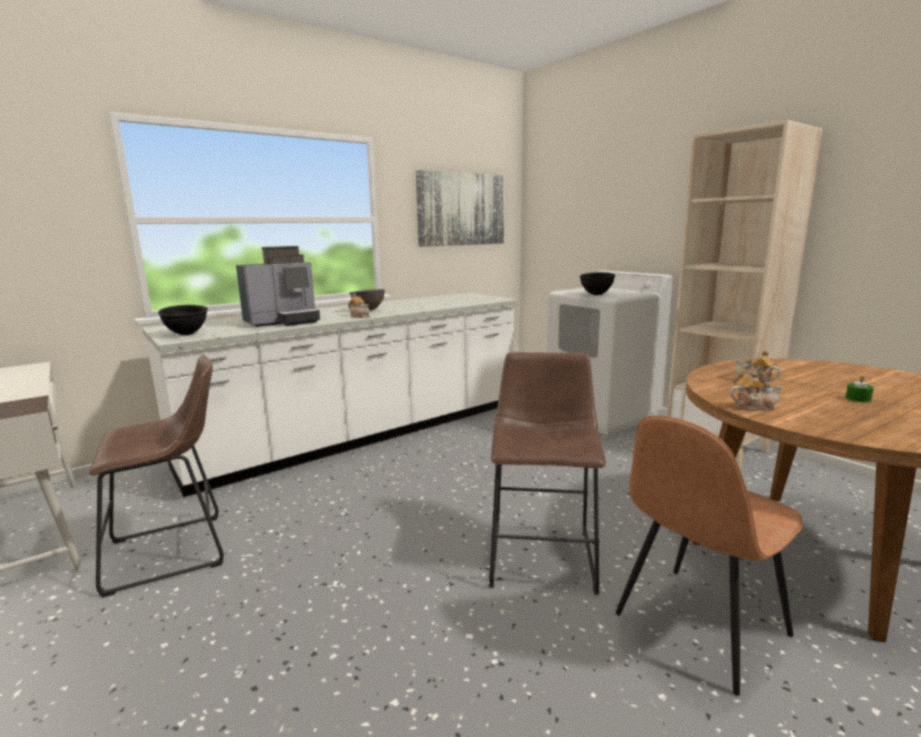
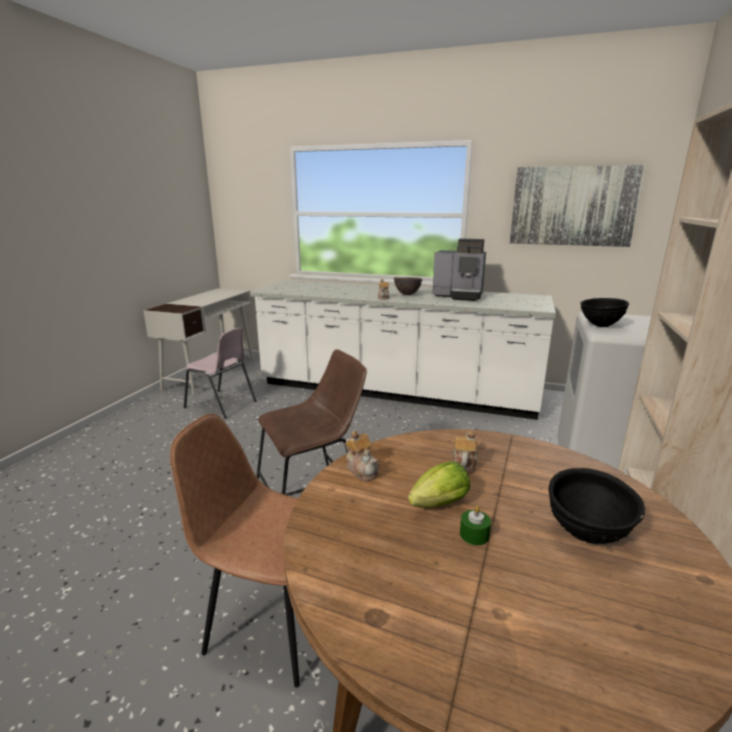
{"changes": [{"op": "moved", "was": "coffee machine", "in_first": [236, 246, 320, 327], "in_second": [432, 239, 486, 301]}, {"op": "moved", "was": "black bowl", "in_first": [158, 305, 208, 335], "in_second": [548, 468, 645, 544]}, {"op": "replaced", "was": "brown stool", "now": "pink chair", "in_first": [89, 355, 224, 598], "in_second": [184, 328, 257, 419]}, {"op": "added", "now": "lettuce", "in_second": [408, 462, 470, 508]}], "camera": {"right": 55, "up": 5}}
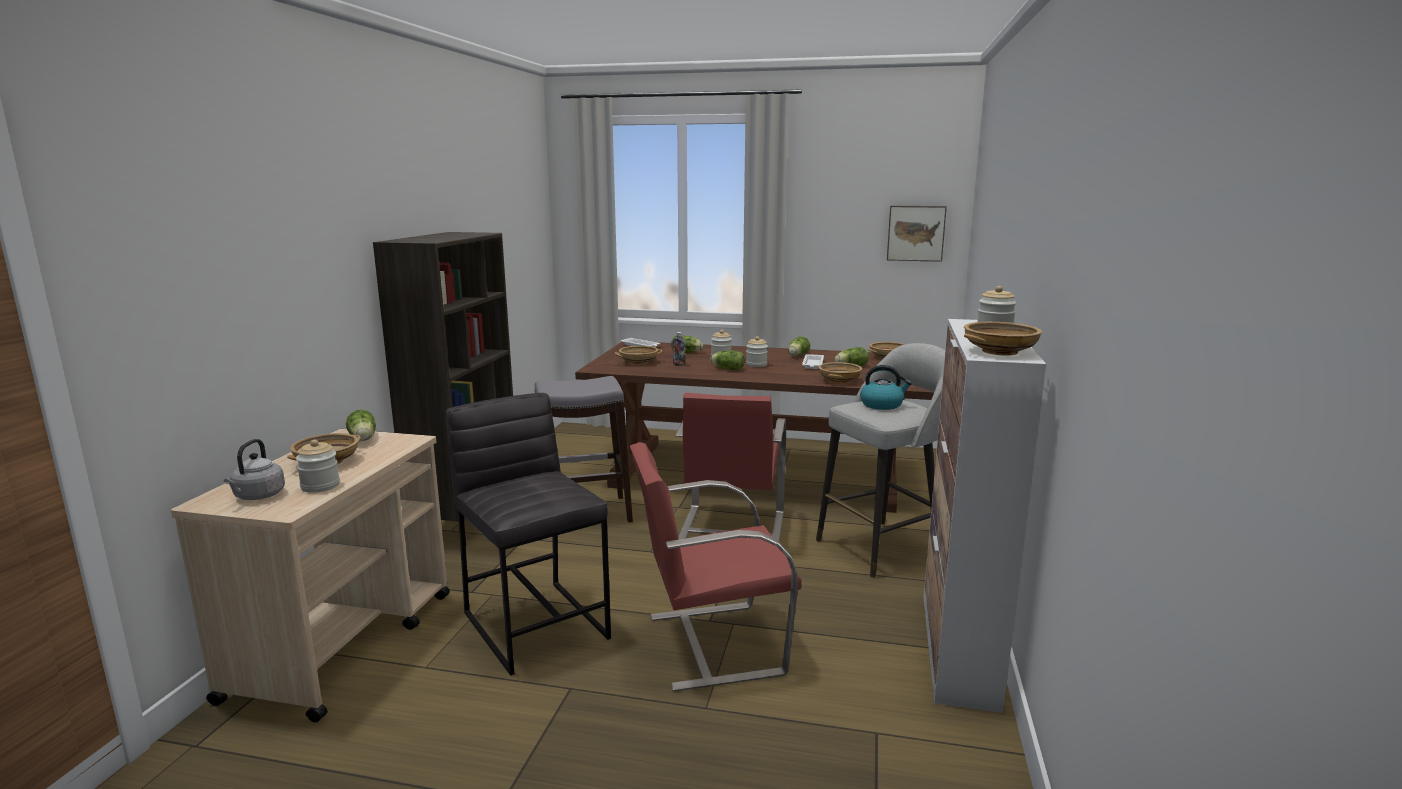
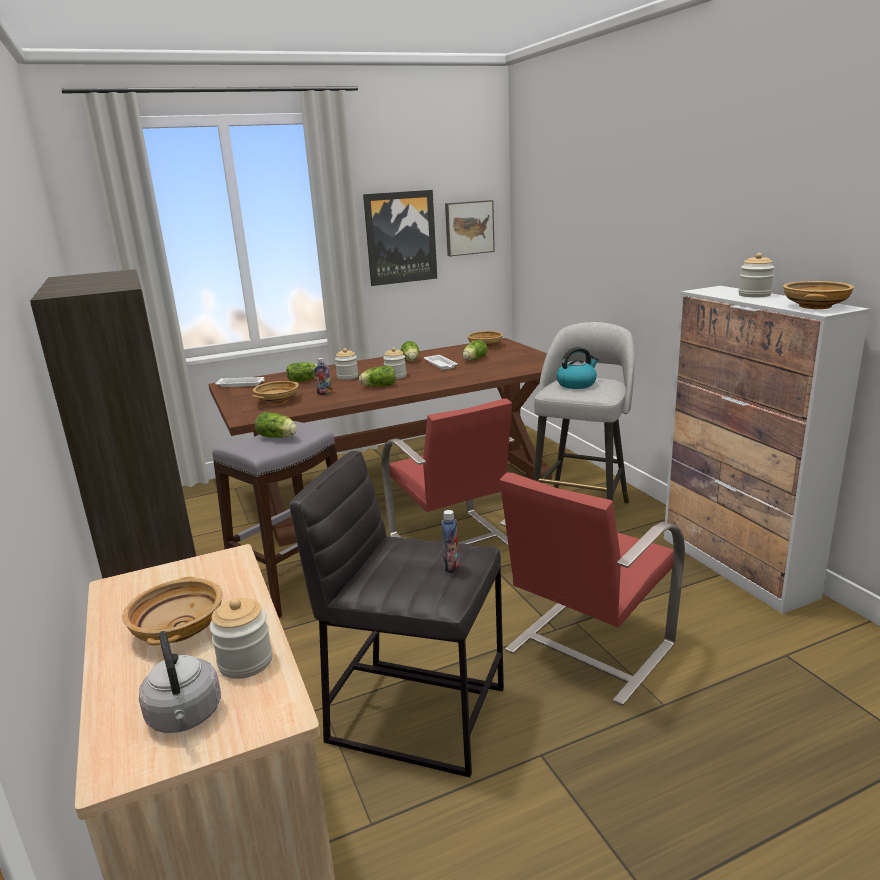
{"changes": [{"op": "removed", "was": "beige bowl", "in_first": [818, 362, 862, 384]}, {"op": "moved", "was": "lettuce", "in_first": [346, 410, 376, 441], "in_second": [255, 412, 297, 438]}, {"op": "added", "now": "picture", "in_second": [363, 190, 437, 286]}, {"op": "added", "now": "bottle", "in_second": [442, 510, 459, 573]}], "camera": {"right": -35, "up": 5}}
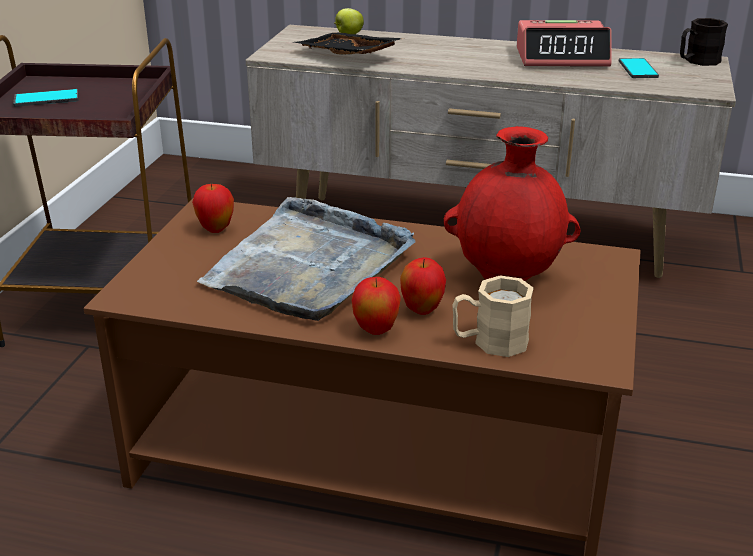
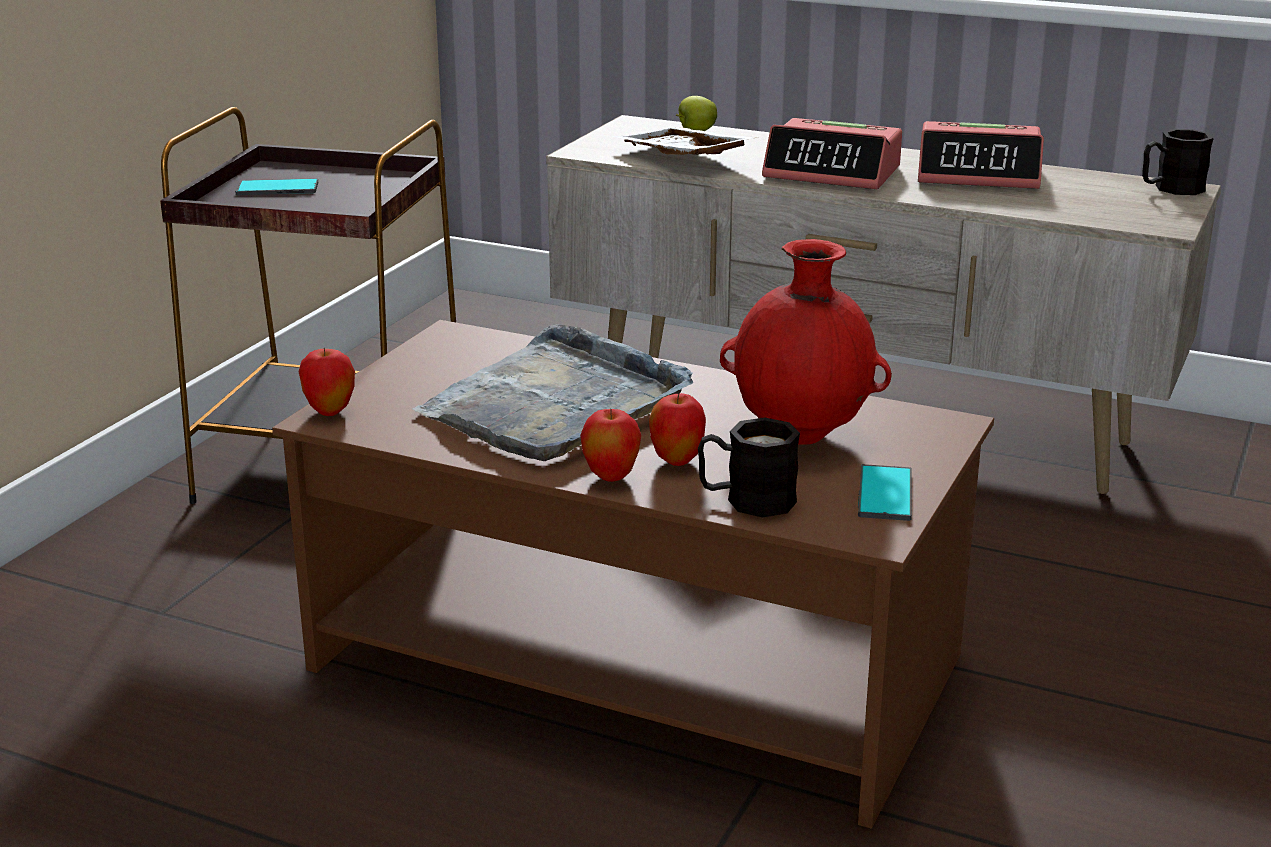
{"changes": [{"op": "recoloured", "was": "black tray", "now": "white tray", "in_first": [294, 32, 405, 54], "in_second": [612, 127, 758, 155]}, {"op": "moved", "was": "phone", "in_first": [619, 58, 659, 78], "in_second": [858, 464, 912, 521]}, {"op": "moved", "was": "apple", "in_first": [192, 183, 234, 233], "in_second": [298, 347, 355, 416]}, {"op": "recoloured", "was": "beige mug", "now": "black mug", "in_first": [452, 276, 534, 357], "in_second": [698, 417, 800, 517]}, {"op": "added", "now": "alarm clock", "in_second": [762, 118, 902, 189]}], "camera": {"right": 10, "up": -5}}
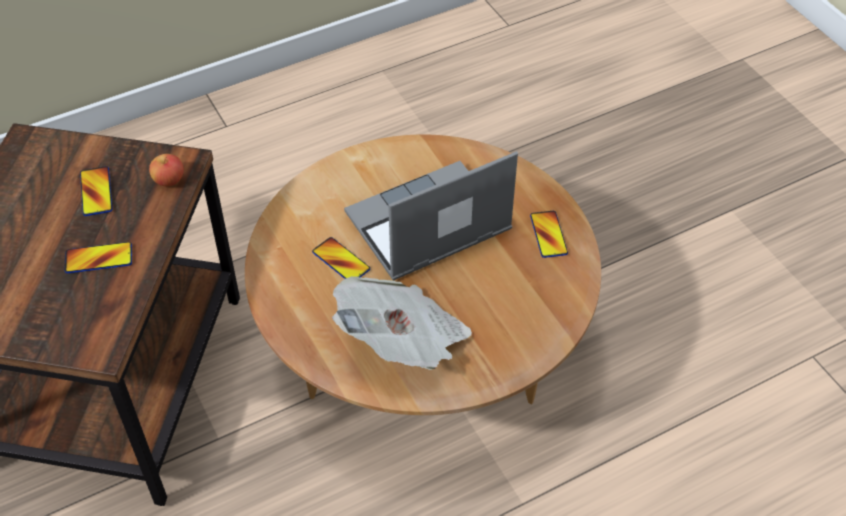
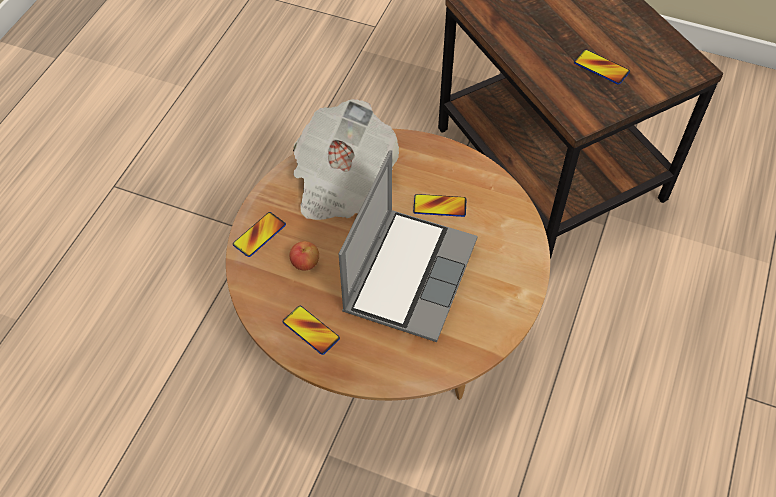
{"changes": [{"op": "moved", "was": "apple", "in_first": [149, 154, 184, 186], "in_second": [289, 241, 319, 270]}, {"op": "moved", "was": "phone", "in_first": [65, 242, 132, 273], "in_second": [233, 212, 286, 257]}], "camera": {"right": 140, "up": 5}}
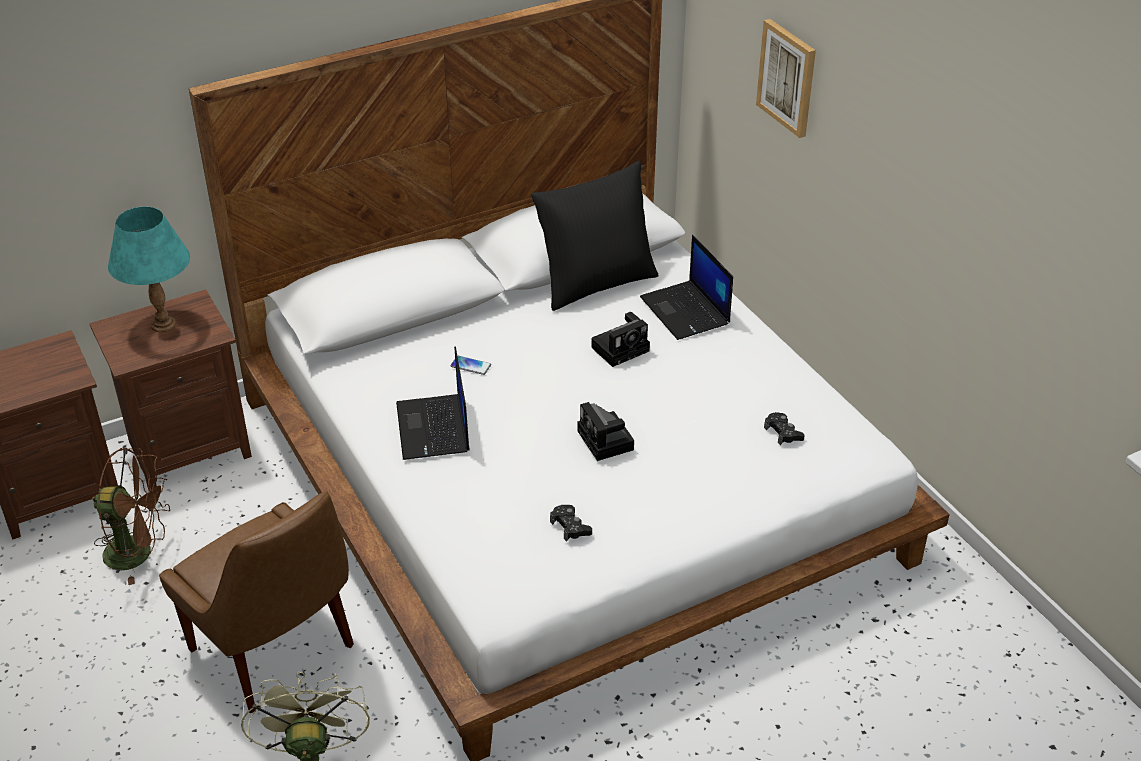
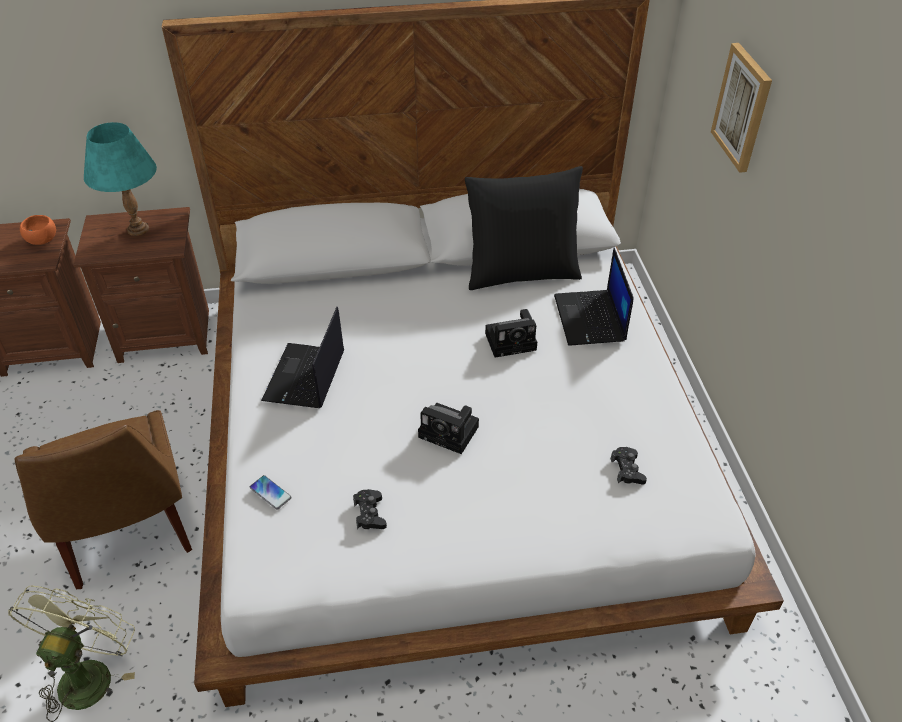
{"changes": [{"op": "moved", "was": "phone", "in_first": [450, 356, 491, 375], "in_second": [250, 475, 292, 510]}, {"op": "turned", "was": "photo camera", "in_first": [577, 402, 634, 461], "in_second": [418, 403, 479, 454], "clockwise": -60}, {"op": "removed", "was": "brown fan", "in_first": [92, 448, 170, 585]}, {"op": "added", "now": "orange bowl", "in_second": [20, 215, 56, 245]}], "camera": {"right": 20, "up": 5}}
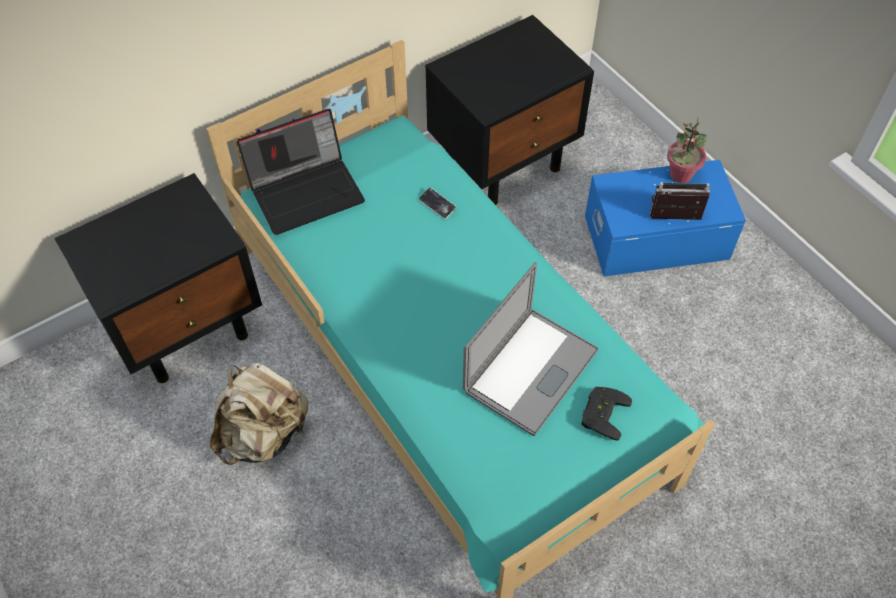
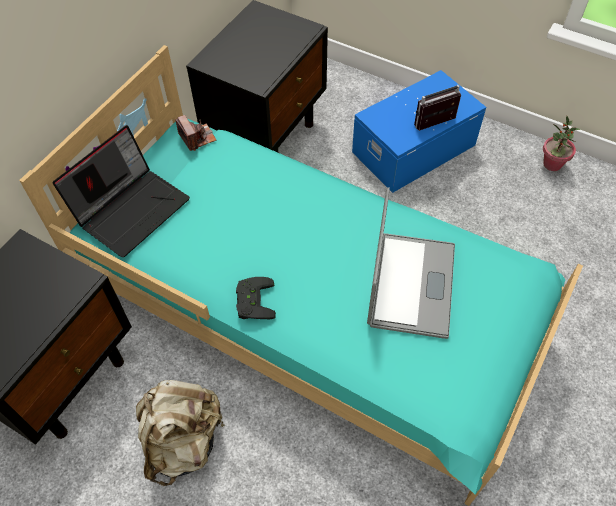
{"changes": [{"op": "moved", "was": "potted plant", "in_first": [667, 117, 707, 183], "in_second": [543, 116, 580, 171]}, {"op": "removed", "was": "phone", "in_first": [419, 187, 456, 219]}, {"op": "moved", "was": "black game controller", "in_first": [581, 387, 632, 441], "in_second": [236, 277, 276, 320]}, {"op": "added", "now": "photo camera", "in_second": [175, 115, 216, 151]}], "camera": {"right": -25, "up": 0}}
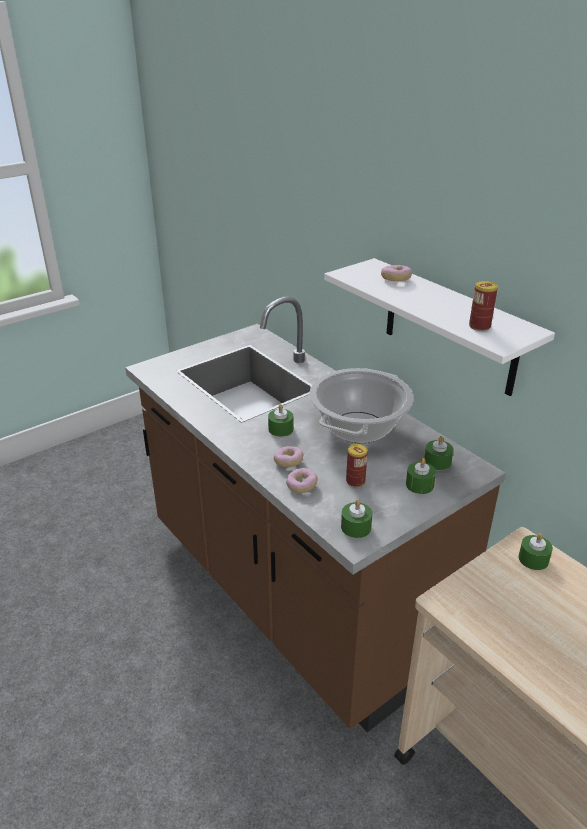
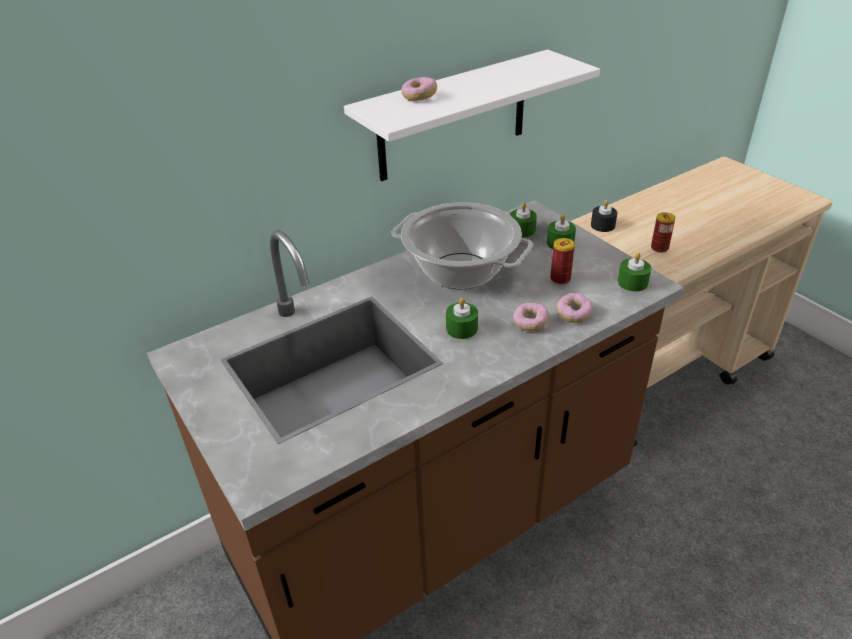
{"changes": [{"op": "moved", "was": "can", "in_first": [469, 281, 498, 331], "in_second": [651, 212, 675, 253]}, {"op": "recoloured", "was": "green candle", "now": "black candle", "in_first": [518, 533, 553, 570], "in_second": [591, 200, 617, 232]}], "camera": {"right": -85, "up": 5}}
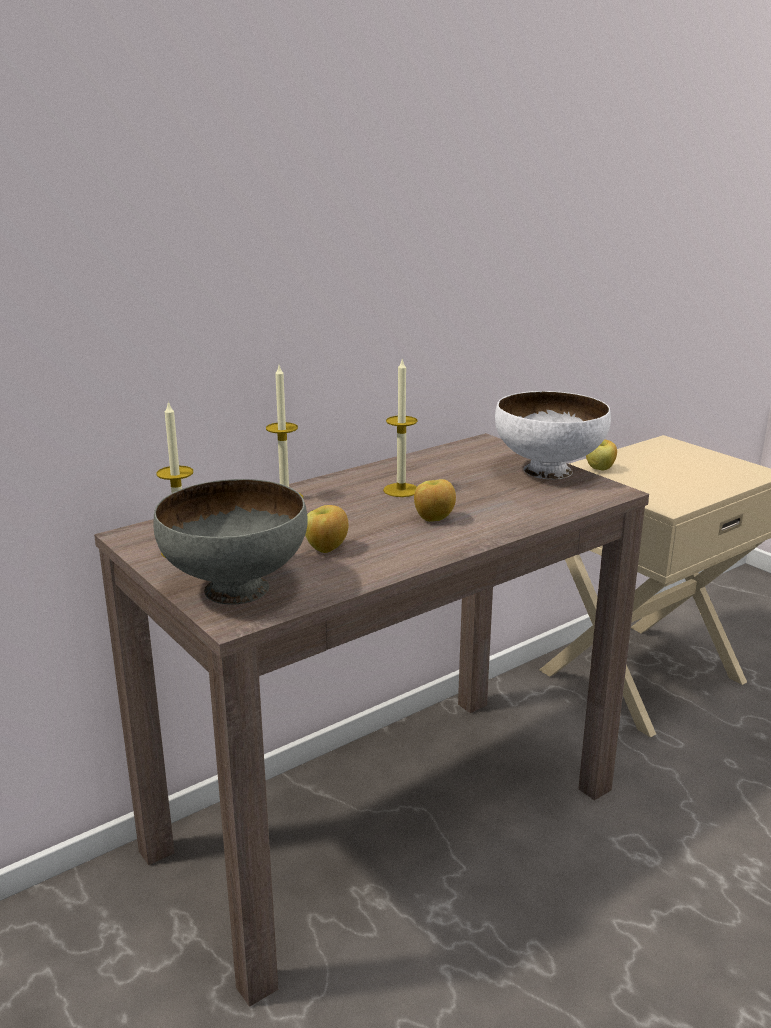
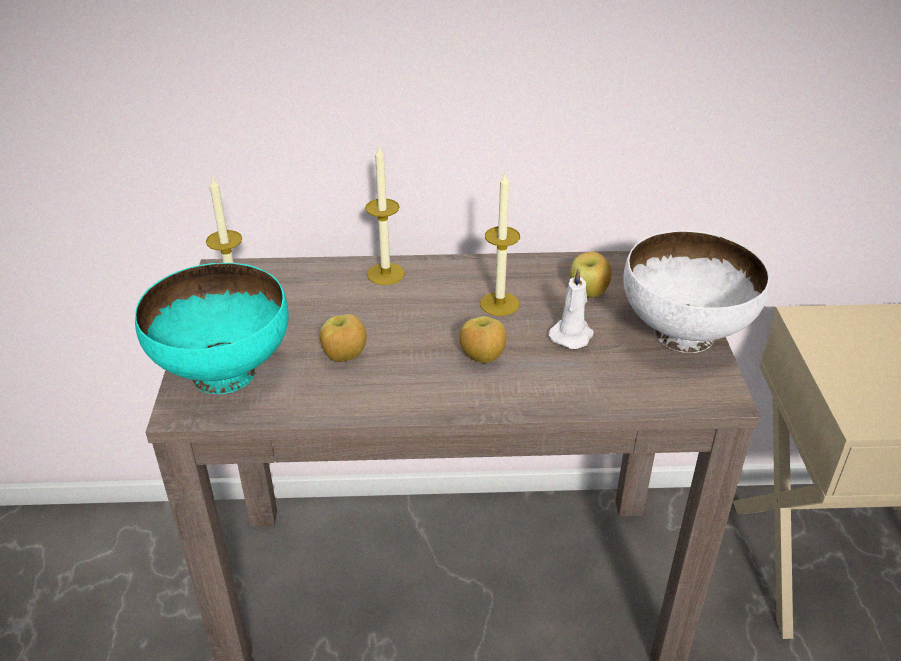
{"changes": [{"op": "moved", "was": "apple", "in_first": [586, 439, 617, 471], "in_second": [570, 252, 611, 298]}, {"op": "recoloured", "was": "grey bowl", "now": "turquoise bowl", "in_first": [153, 479, 308, 604], "in_second": [135, 263, 289, 394]}, {"op": "added", "now": "white candle", "in_second": [549, 268, 594, 349]}], "camera": {"right": 35, "up": 15}}
